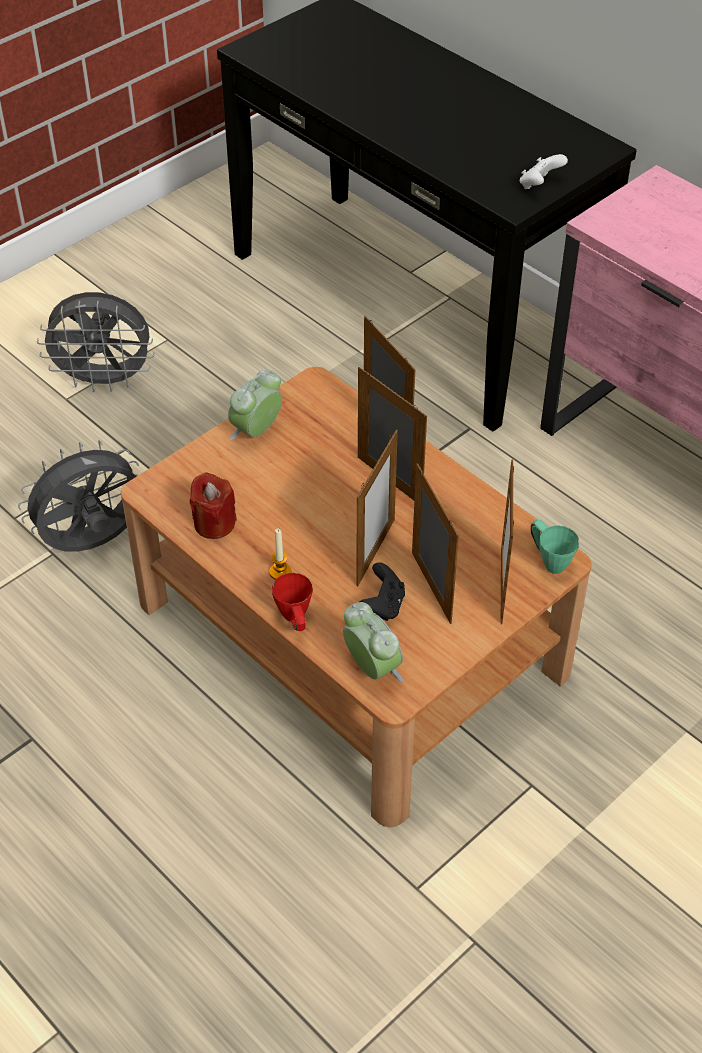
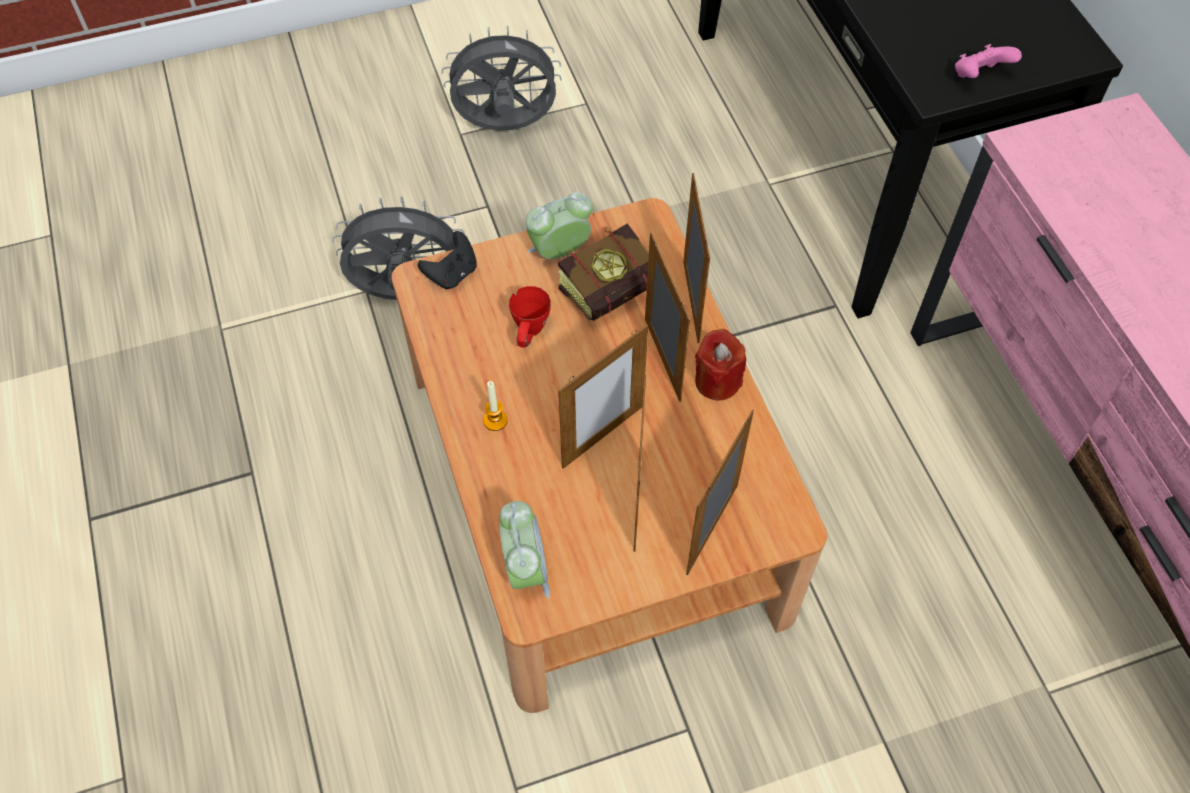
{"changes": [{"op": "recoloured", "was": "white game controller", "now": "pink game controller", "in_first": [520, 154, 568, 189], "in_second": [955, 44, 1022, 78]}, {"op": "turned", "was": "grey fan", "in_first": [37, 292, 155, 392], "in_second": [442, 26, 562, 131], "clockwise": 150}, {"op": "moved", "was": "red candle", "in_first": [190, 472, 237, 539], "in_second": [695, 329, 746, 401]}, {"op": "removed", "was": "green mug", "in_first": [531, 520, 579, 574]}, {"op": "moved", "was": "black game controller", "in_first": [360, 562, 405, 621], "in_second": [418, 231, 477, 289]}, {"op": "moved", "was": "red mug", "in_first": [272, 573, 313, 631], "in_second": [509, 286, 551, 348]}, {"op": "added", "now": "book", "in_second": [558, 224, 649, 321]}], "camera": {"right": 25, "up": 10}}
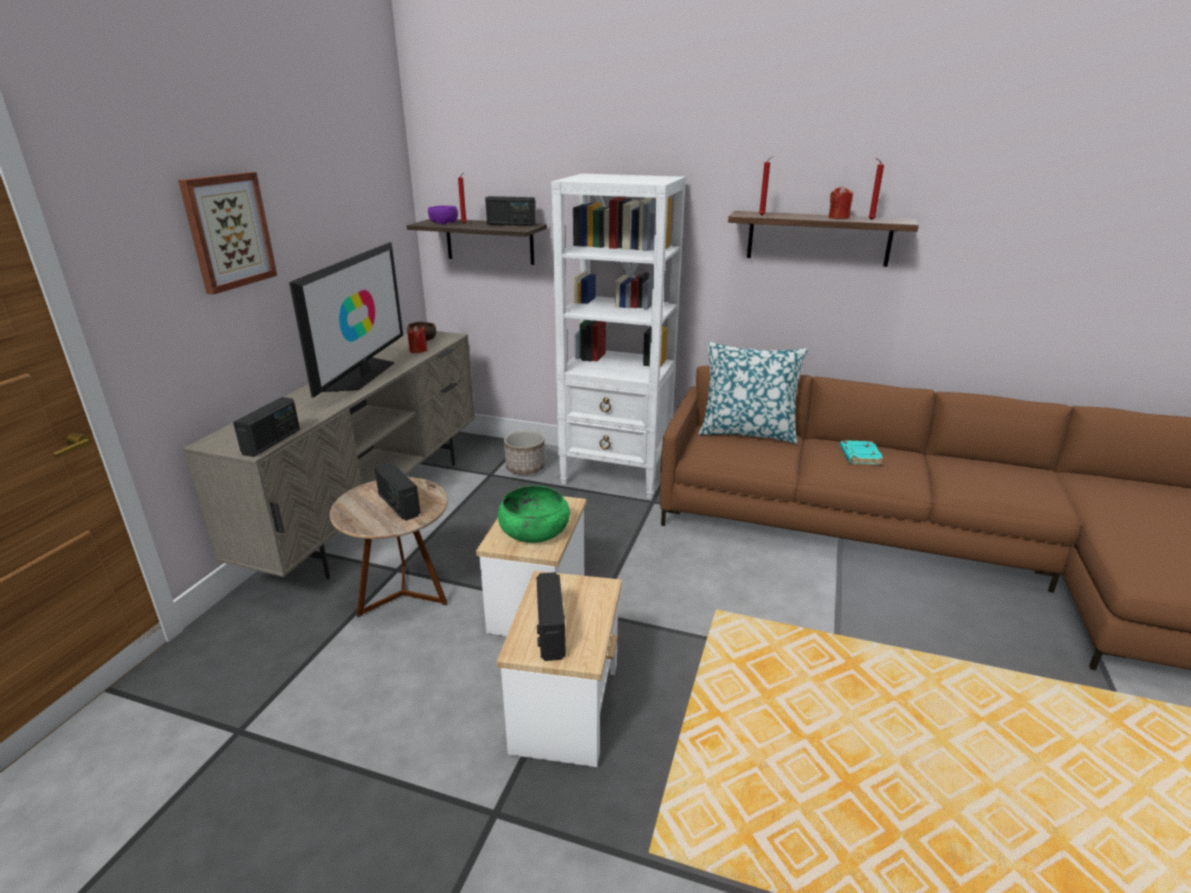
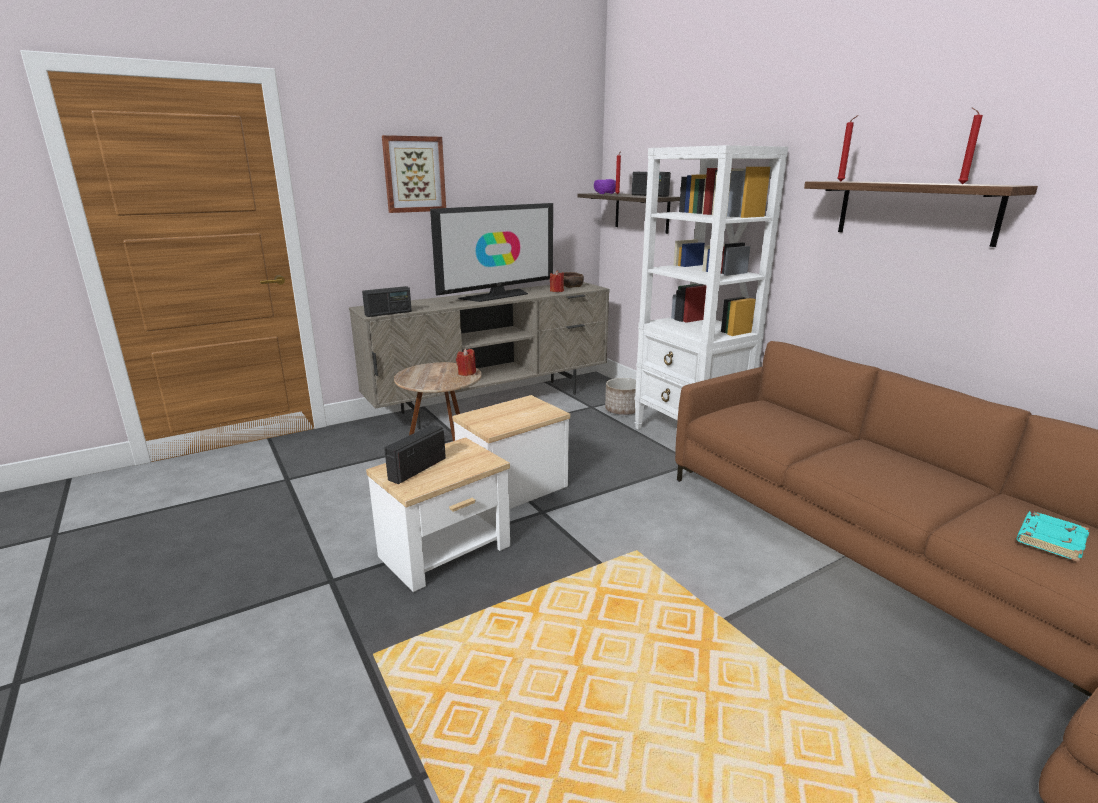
{"changes": [{"op": "moved", "was": "red candle", "in_first": [828, 186, 853, 219], "in_second": [456, 348, 476, 376]}, {"op": "removed", "was": "pillow", "in_first": [699, 342, 808, 444]}, {"op": "moved", "was": "turquoise book", "in_first": [840, 440, 884, 465], "in_second": [1016, 511, 1089, 562]}, {"op": "removed", "was": "radio", "in_first": [374, 462, 420, 521]}, {"op": "removed", "was": "green bowl", "in_first": [498, 486, 570, 543]}], "camera": {"right": 40, "up": -5}}
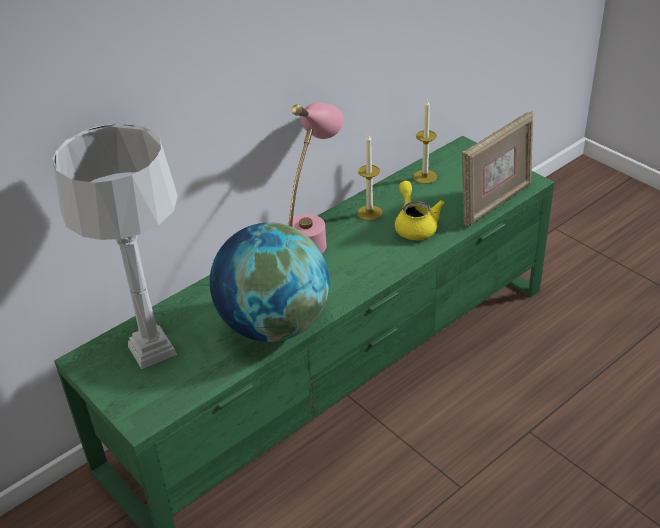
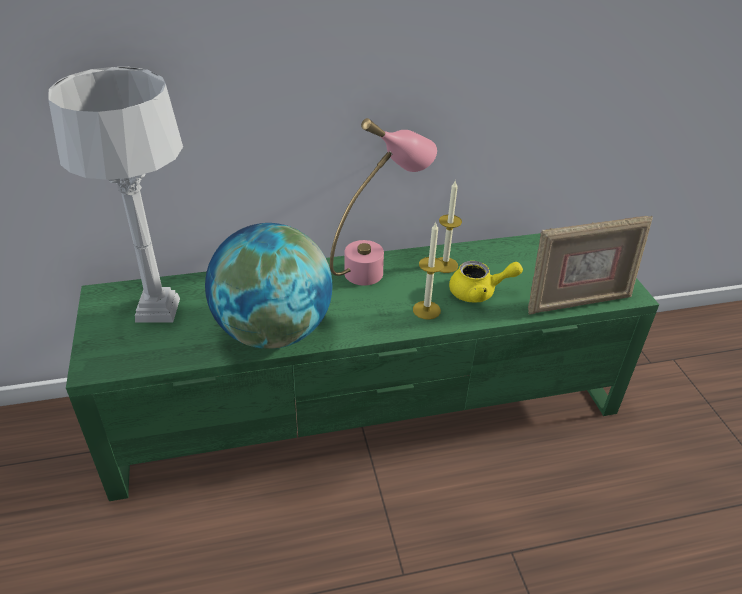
{"changes": [{"op": "moved", "was": "candle", "in_first": [413, 100, 437, 184], "in_second": [413, 223, 444, 320]}, {"op": "turned", "was": "yellow teapot", "in_first": [395, 181, 444, 240], "in_second": [449, 261, 523, 302], "clockwise": 75}], "camera": {"right": 25, "up": 0}}
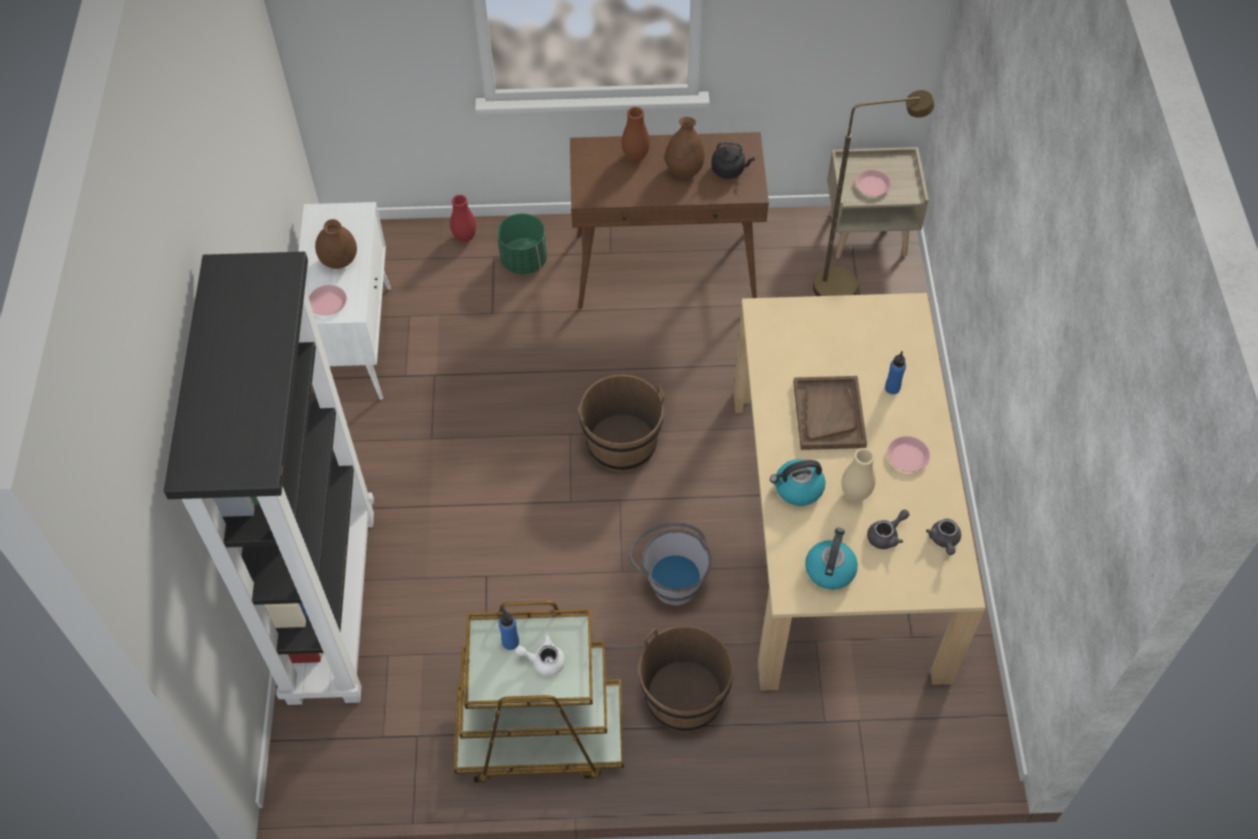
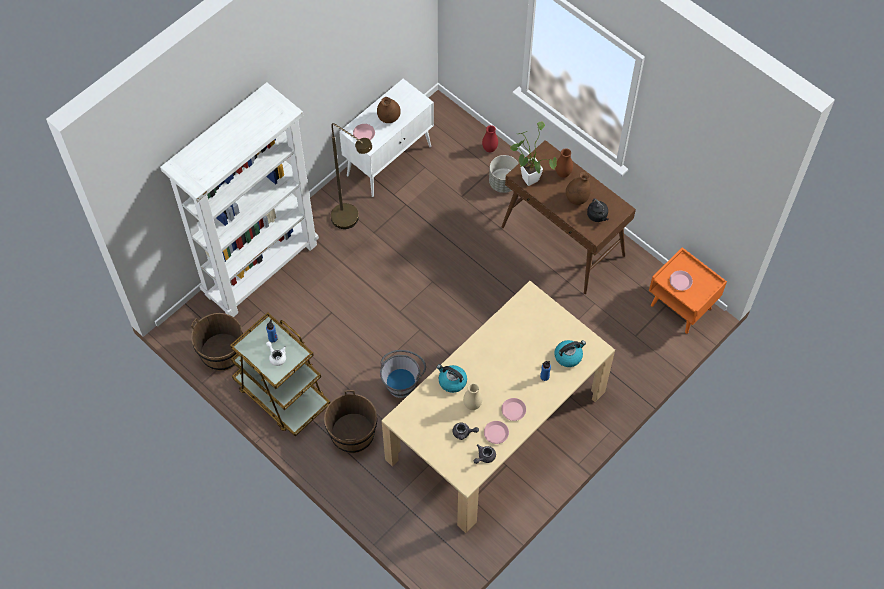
{"changes": [{"op": "moved", "was": "brown floor lamp", "in_first": [813, 90, 934, 296], "in_second": [331, 123, 372, 229]}, {"op": "recoloured", "was": "beige nightstand", "now": "orange nightstand", "in_first": [827, 147, 929, 258], "in_second": [649, 247, 727, 334]}, {"op": "recoloured", "was": "green planter", "now": "grey planter", "in_first": [497, 213, 547, 274], "in_second": [489, 155, 519, 193]}, {"op": "recoloured", "was": "black bookcase", "now": "white bookcase", "in_first": [164, 252, 374, 705], "in_second": [160, 82, 319, 317]}, {"op": "moved", "was": "brown bucket", "in_first": [578, 374, 665, 472], "in_second": [191, 313, 243, 371]}, {"op": "removed", "was": "brown tray", "in_first": [793, 376, 867, 450]}, {"op": "moved", "was": "kettle", "in_first": [805, 528, 858, 590], "in_second": [554, 340, 586, 367]}, {"op": "added", "now": "potted plant", "in_second": [510, 121, 557, 186]}, {"op": "added", "now": "pink plate", "in_second": [484, 421, 509, 444]}], "camera": {"right": 45, "up": 5}}
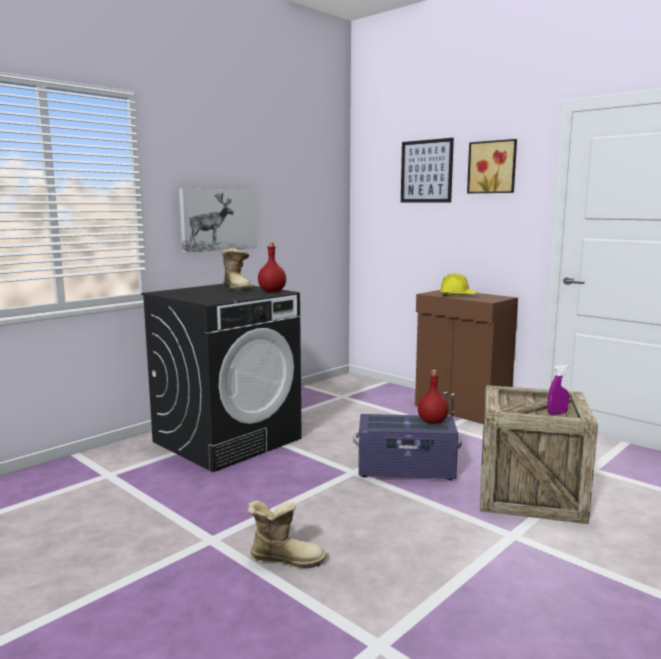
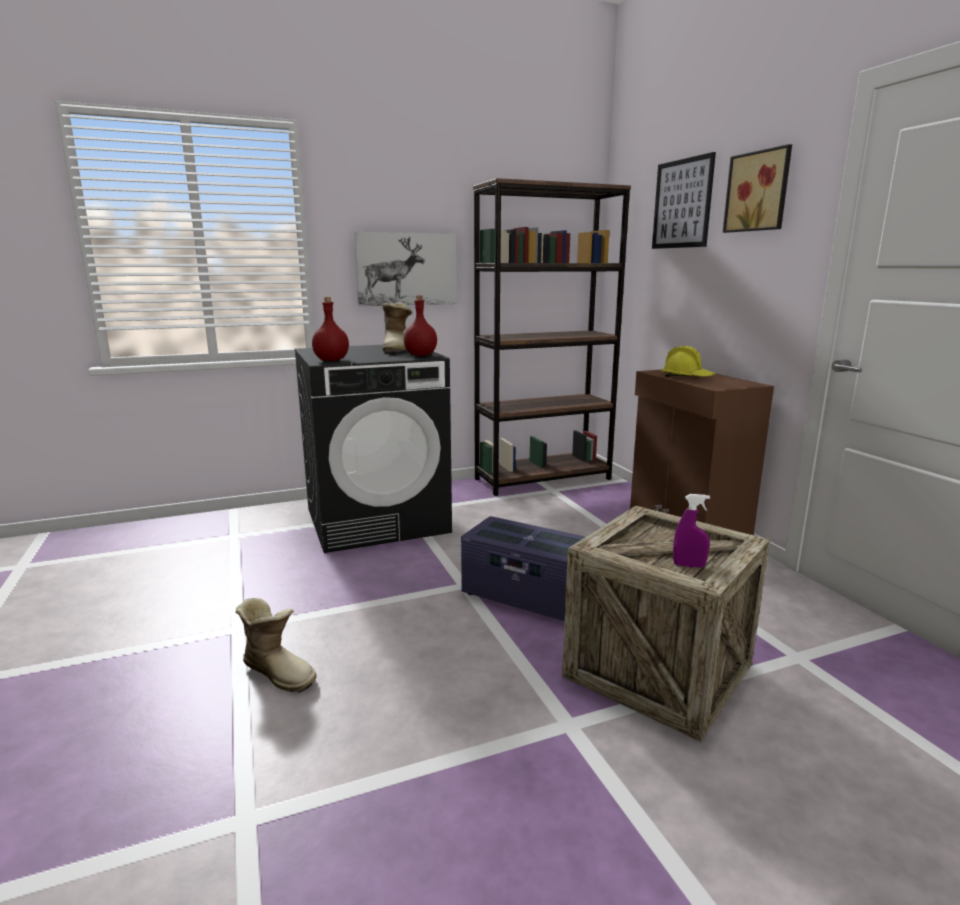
{"changes": [{"op": "moved", "was": "red bottle", "in_first": [418, 370, 449, 424], "in_second": [312, 297, 349, 361]}, {"op": "added", "now": "brown bookcase", "in_second": [473, 178, 631, 496]}], "camera": {"right": 25, "up": 5}}
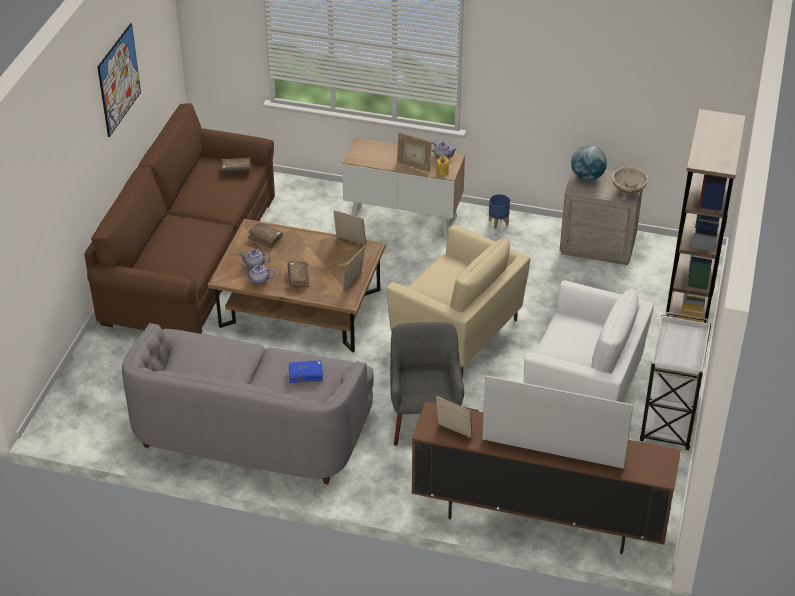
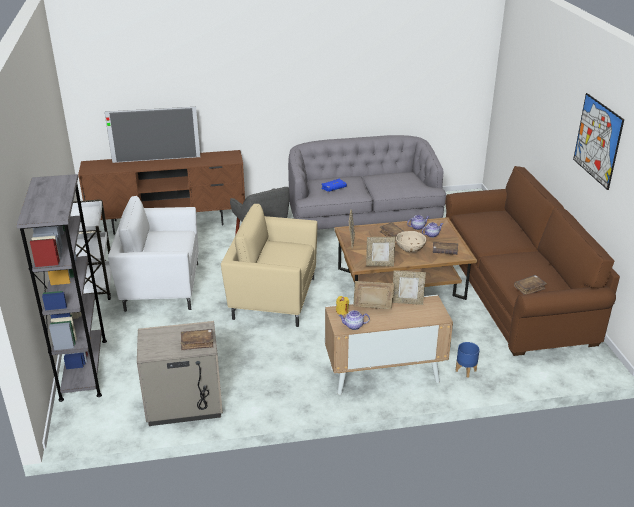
{"changes": [{"op": "recoloured", "was": "brown bookcase", "now": "grey bookcase", "in_first": [665, 109, 746, 323], "in_second": [16, 174, 107, 402]}, {"op": "replaced", "was": "globe", "now": "brown book", "in_first": [571, 145, 607, 181], "in_second": [181, 329, 213, 350]}, {"op": "moved", "was": "beige bowl", "in_first": [612, 167, 648, 194], "in_second": [396, 231, 426, 253]}, {"op": "moved", "was": "blue planter", "in_first": [489, 194, 510, 229], "in_second": [456, 342, 480, 378]}, {"op": "moved", "was": "picture frame", "in_first": [436, 396, 472, 438], "in_second": [392, 270, 426, 305]}], "camera": {"right": 155, "up": -10}}
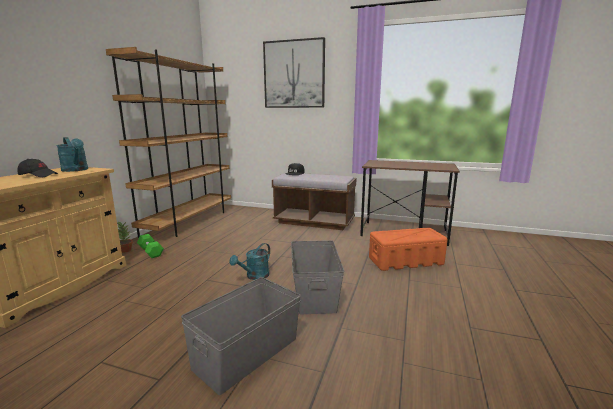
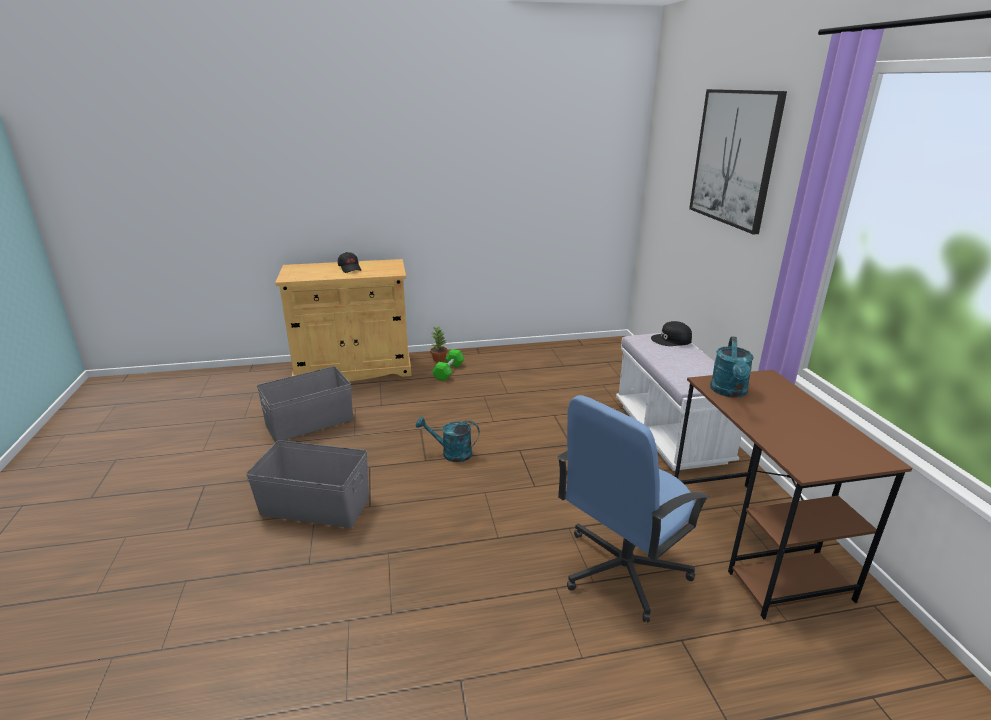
{"changes": [{"op": "removed", "was": "brown bookcase", "in_first": [106, 47, 231, 238]}, {"op": "moved", "was": "turquoise watering can", "in_first": [56, 137, 88, 172], "in_second": [710, 336, 754, 398]}, {"op": "recoloured", "was": "brown bench", "now": "white bench", "in_first": [272, 173, 356, 230], "in_second": [616, 333, 742, 471]}, {"op": "replaced", "was": "orange storage box", "now": "blue office chair", "in_first": [369, 228, 448, 271], "in_second": [557, 395, 710, 623]}, {"op": "moved", "was": "grey storage box", "in_first": [291, 240, 344, 315], "in_second": [257, 366, 353, 442]}], "camera": {"right": 60, "up": 10}}
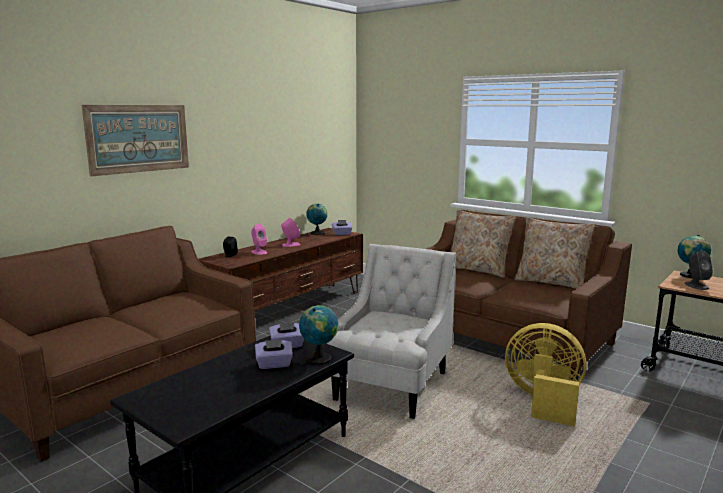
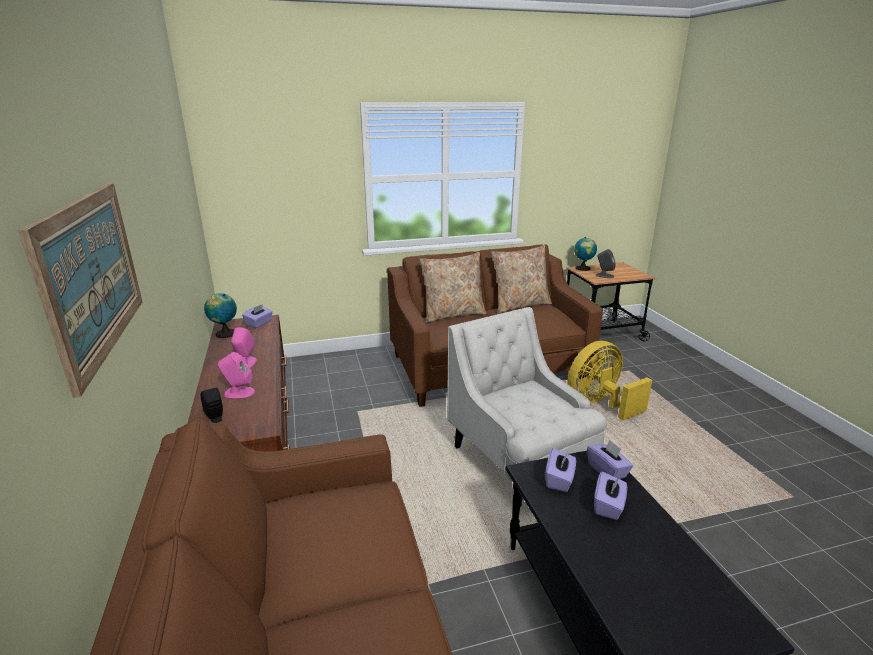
{"changes": [{"op": "replaced", "was": "globe", "now": "purple tissue box", "in_first": [299, 305, 338, 365], "in_second": [587, 439, 633, 479]}], "camera": {"right": -55, "up": 10}}
